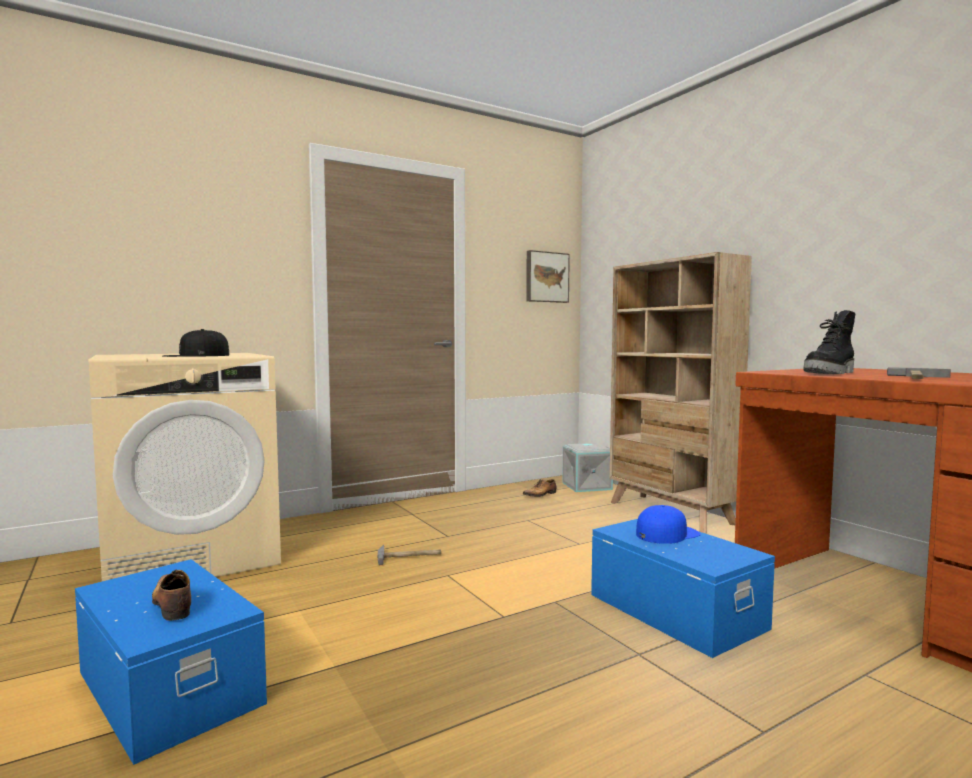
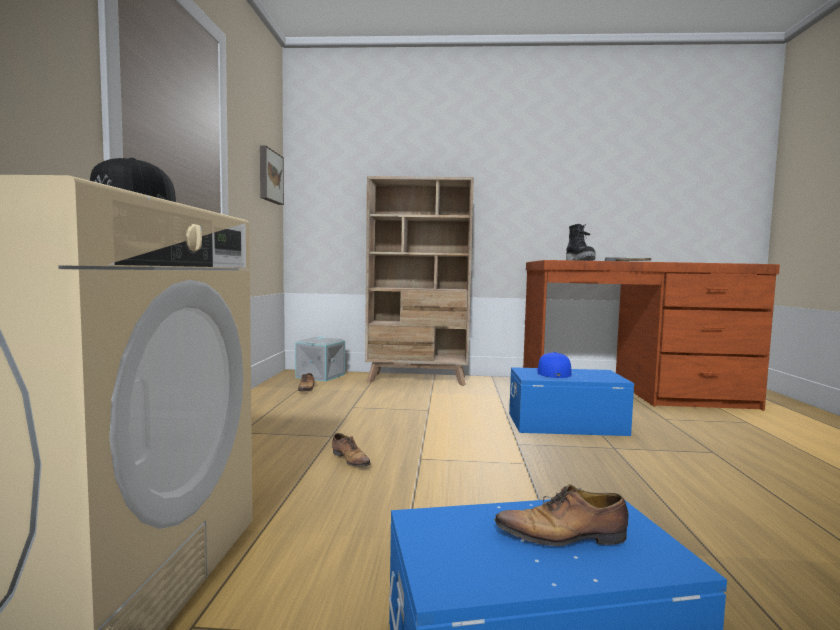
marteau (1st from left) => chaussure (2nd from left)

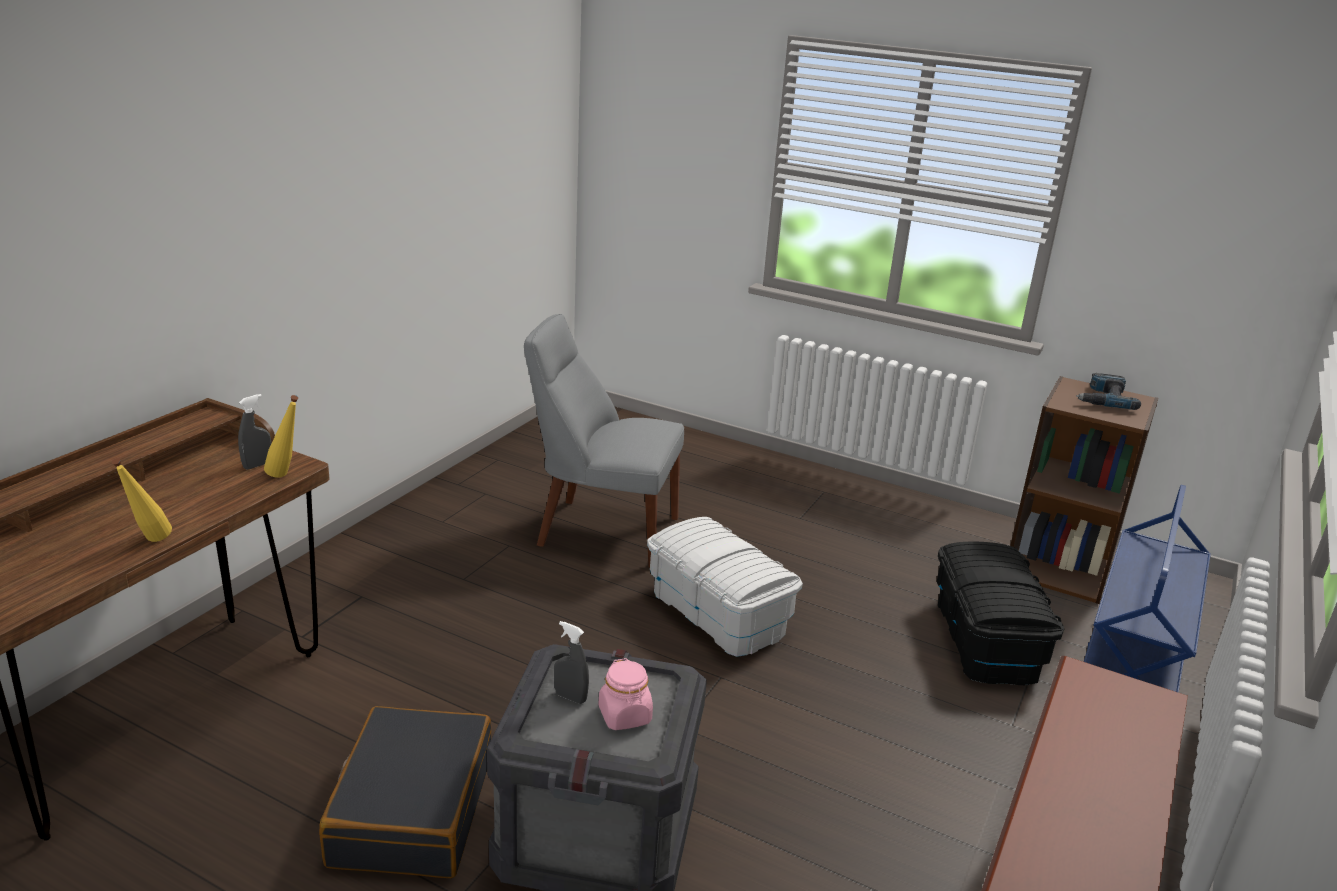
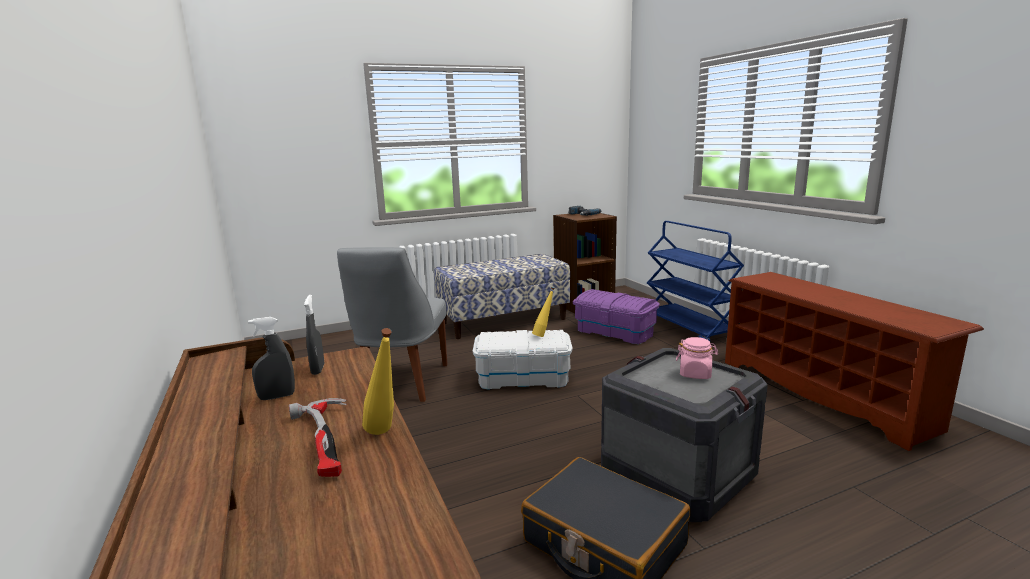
bouteille [jaune] (2nd from left), moved
chaise [gris], 45 degrees counterclockwise
vaporisateur [gris] (2nd from left in the first image) => vaporisateur [gris] (1st from left), moved
boîte de rangement [noir] => boîte de rangement [violet]
nothing => marteau
nothing => banc

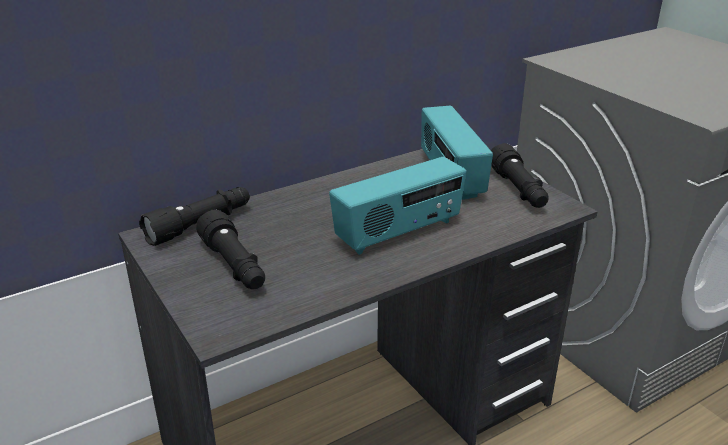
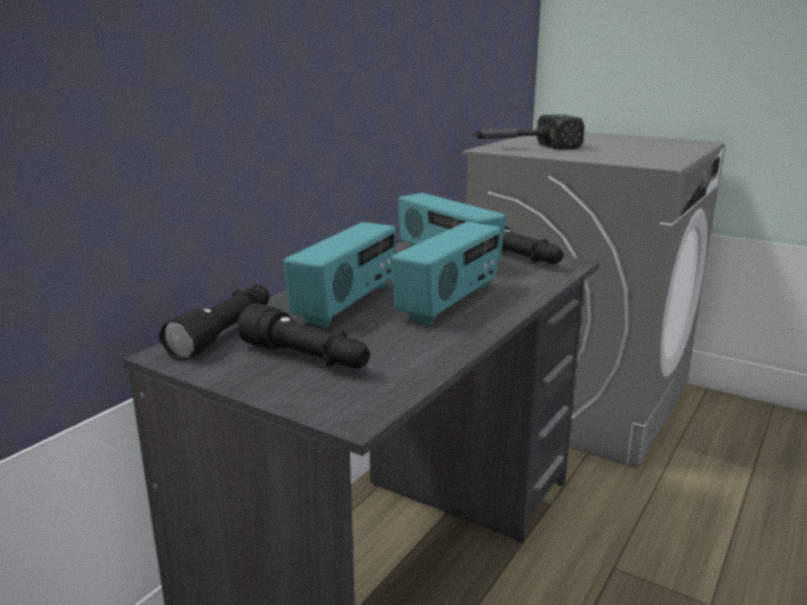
nothing => radio (1st from left)
nothing => marteau

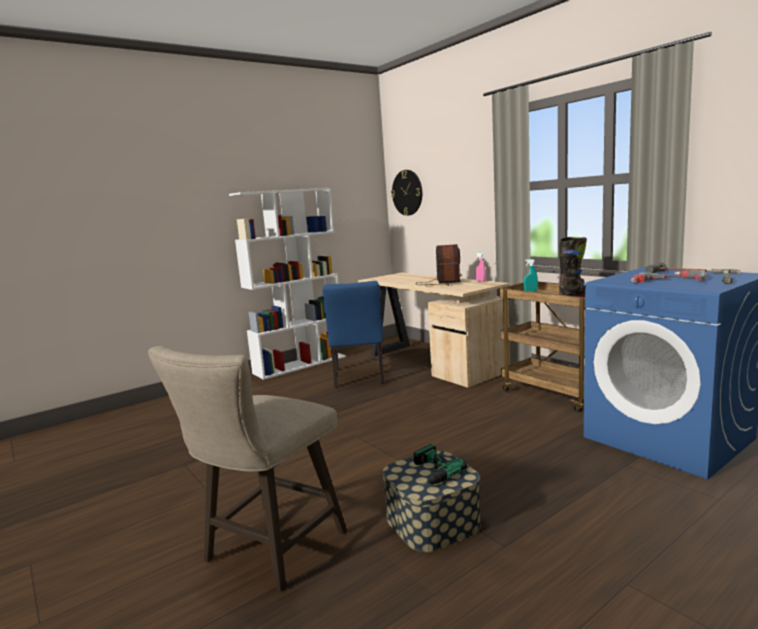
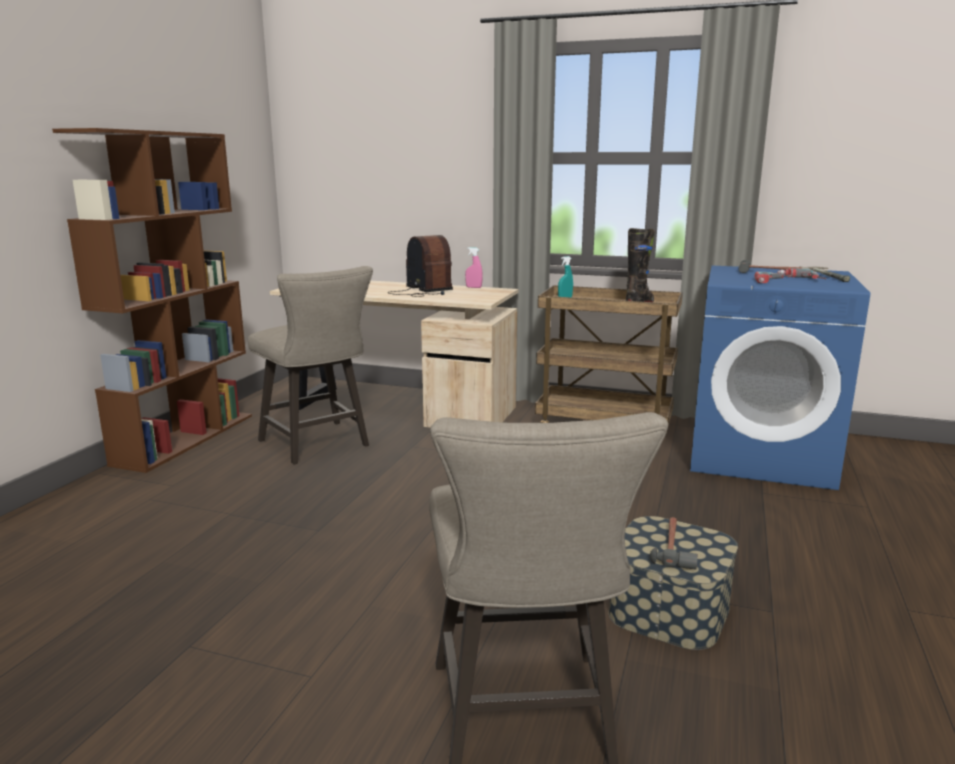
bibliothèque [blanc] => bibliothèque [marron]
chaise [bleu] => tabouret [beige] (1st from left)
horloge murale => nothing
perceuse (1st from left) => marteau (1st from left)

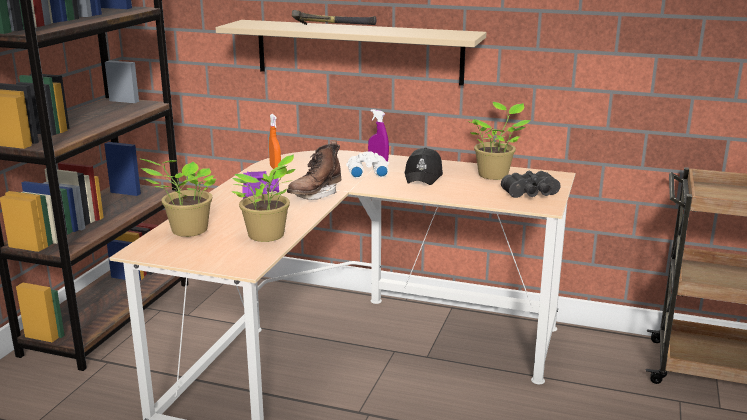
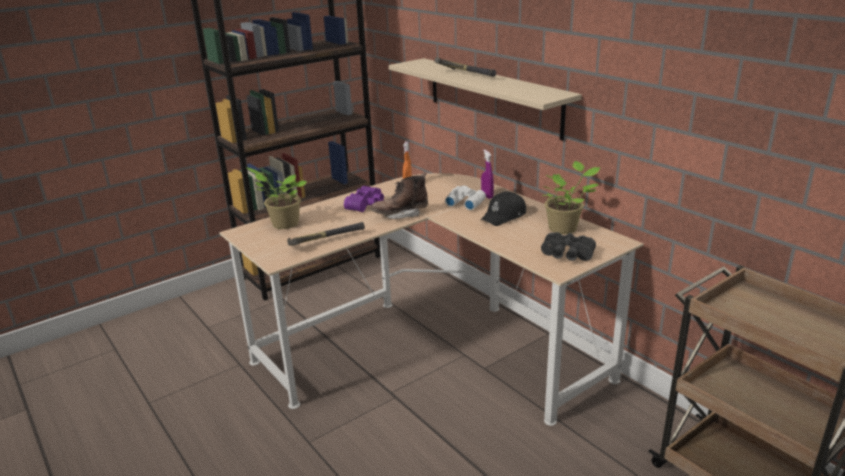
plante en pot (2nd from left) => marteau (1st from left)

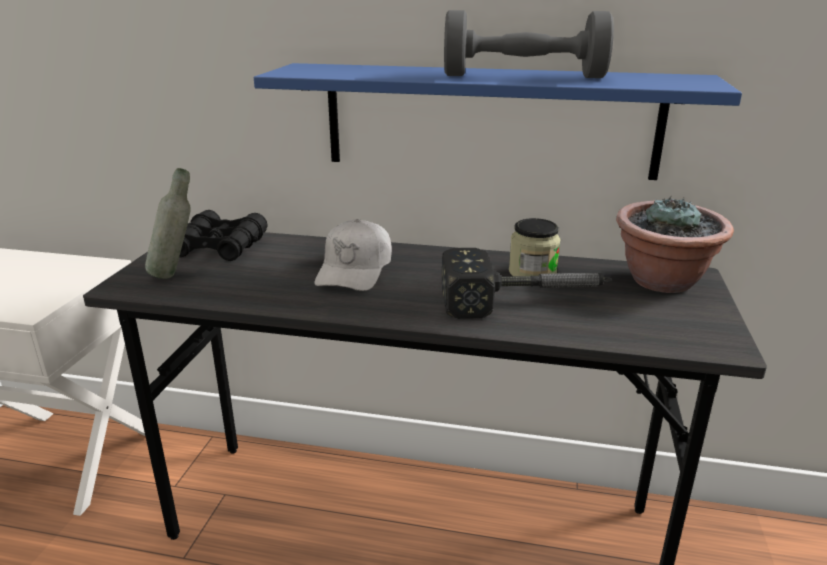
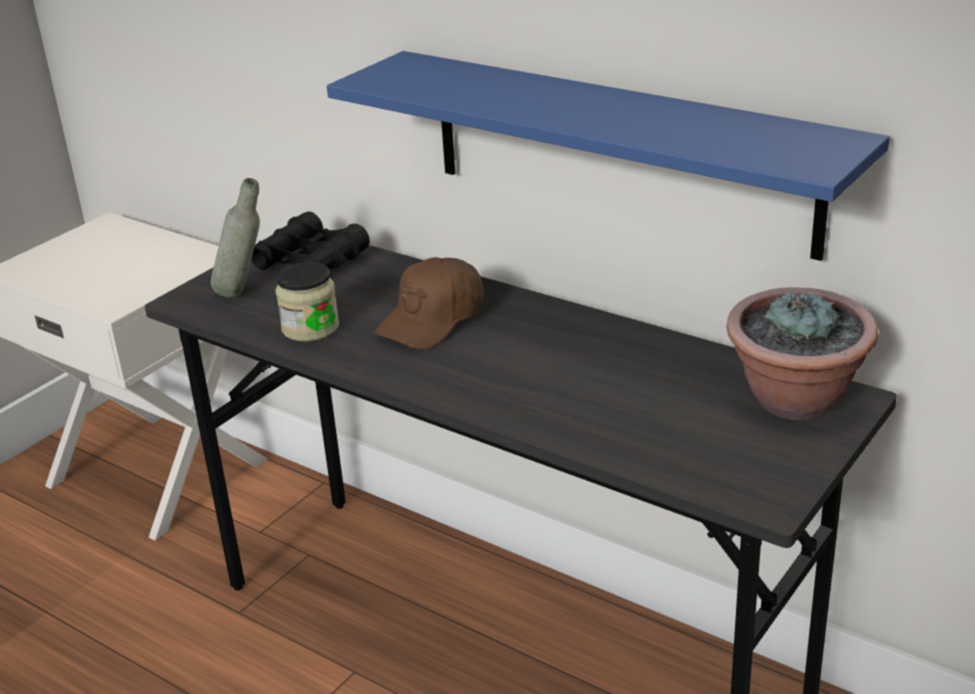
casquette [blanc] => casquette [marron]
marteau => nothing
haltère [gris] => nothing
bocal, moved

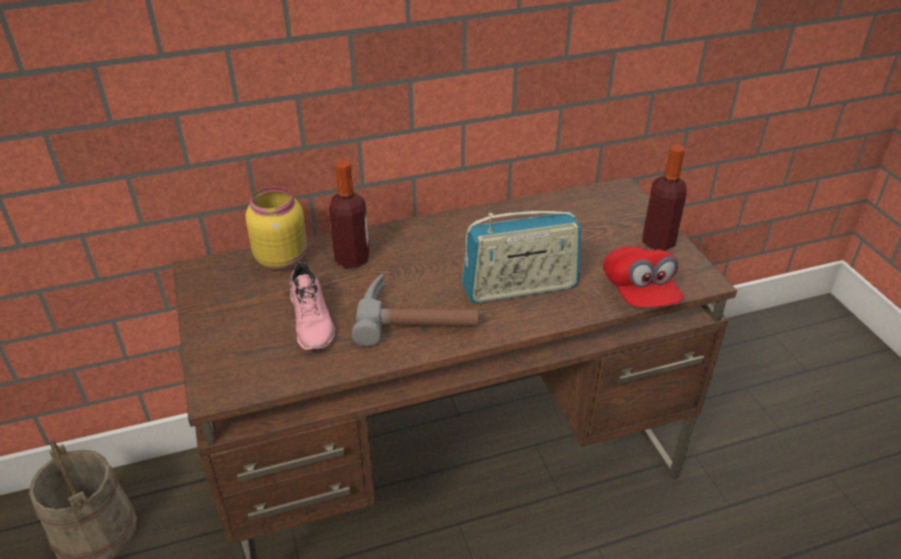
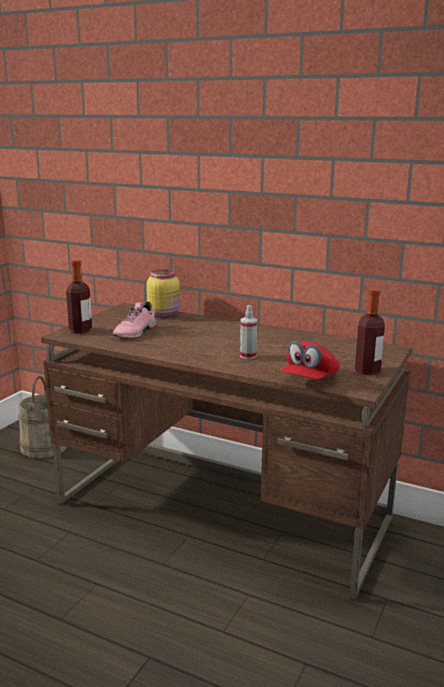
bouteille (1st from left), moved
marteau => nothing
radio => vaporisateur

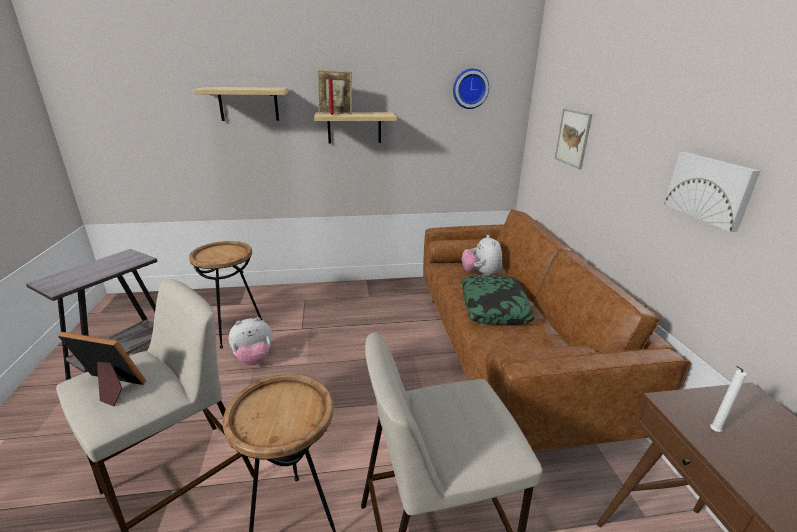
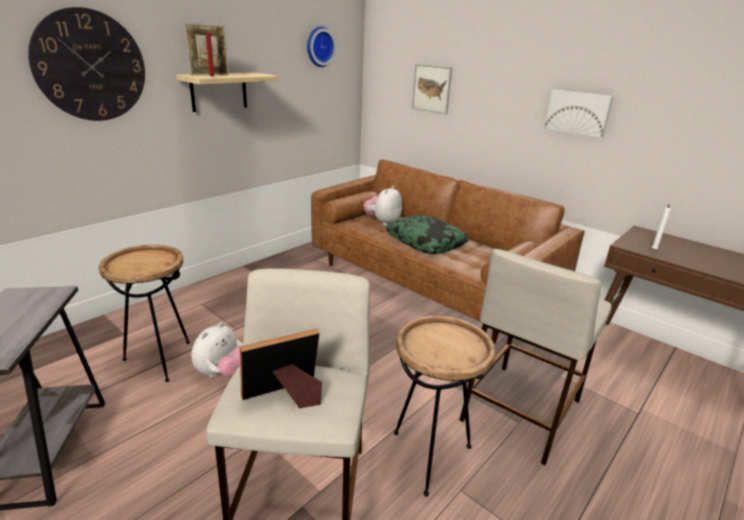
étagère (1st from left) => horloge murale (1st from left)
peluche (2nd from left), 75 degrees clockwise

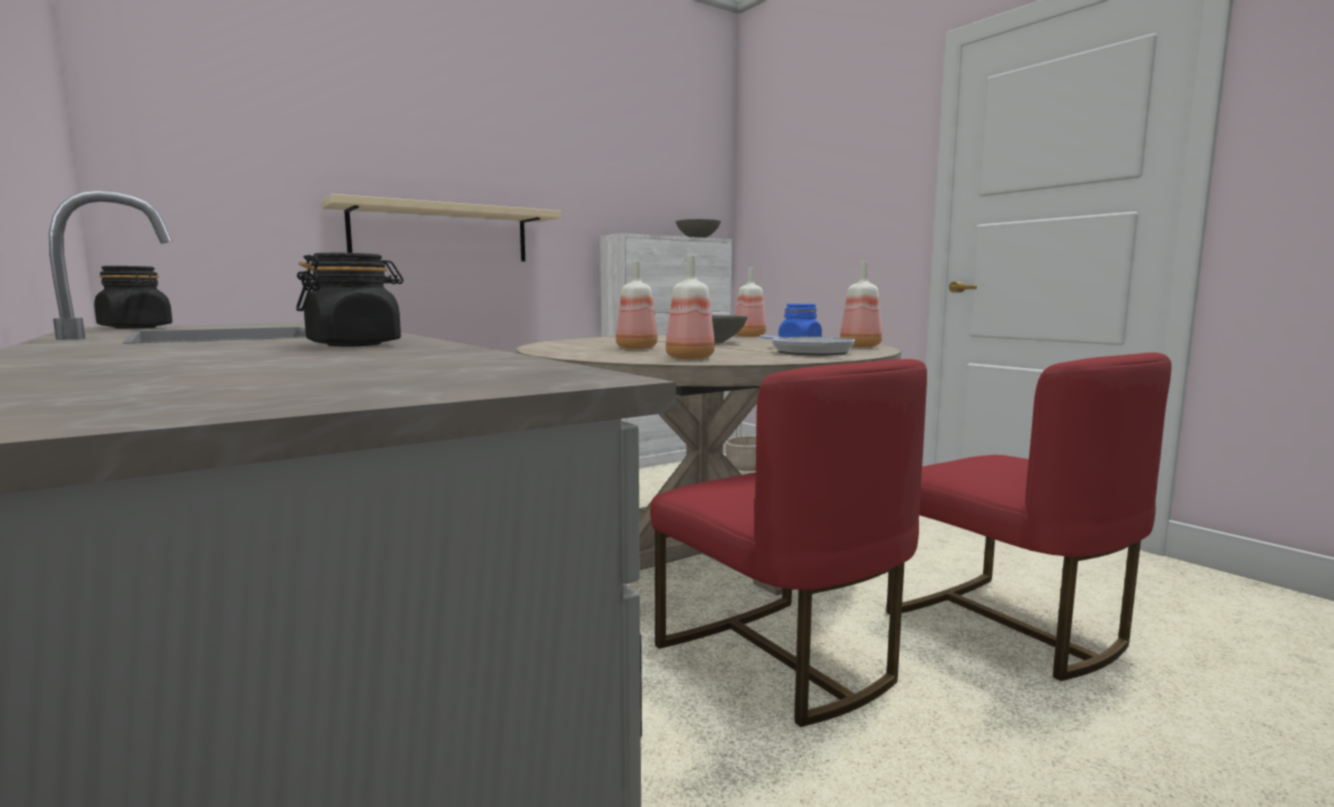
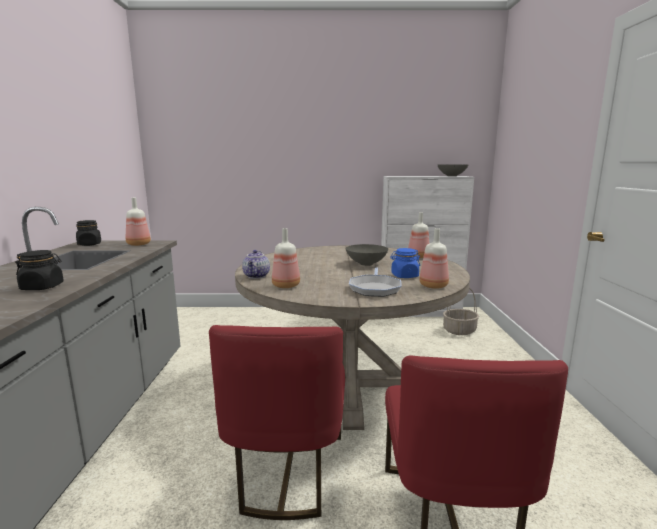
étagère [beige] => nothing
bouteille (1st from left), moved
nothing => théière

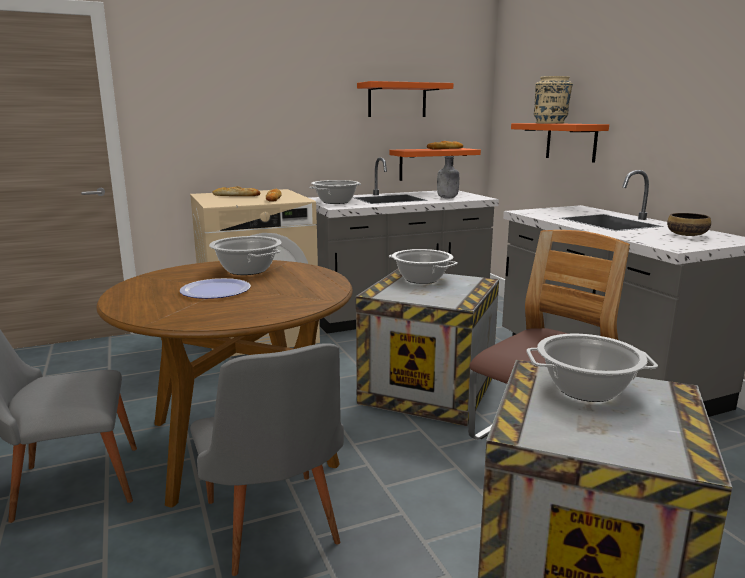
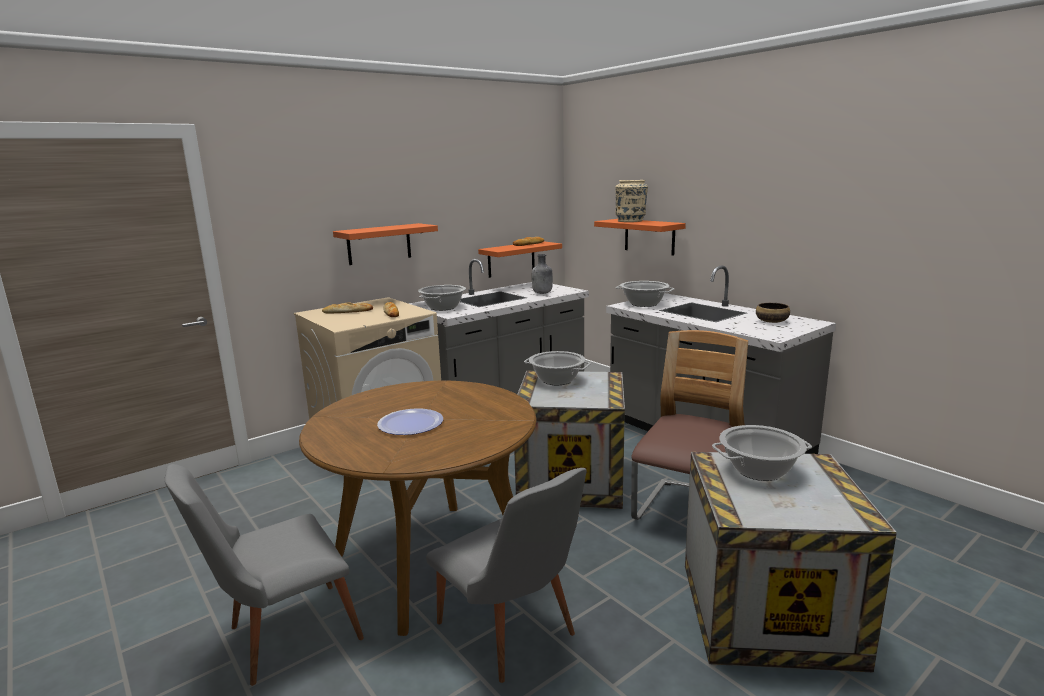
marmite (1st from left in the first image) => marmite (3rd from left), moved
étagère [orange] (1st from left), moved

